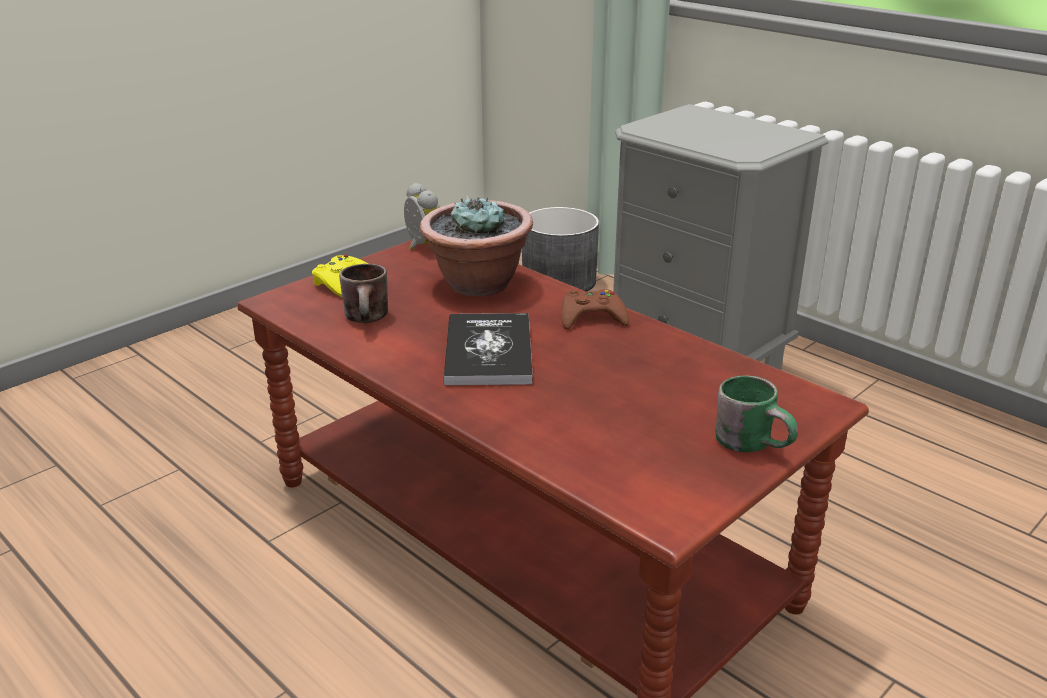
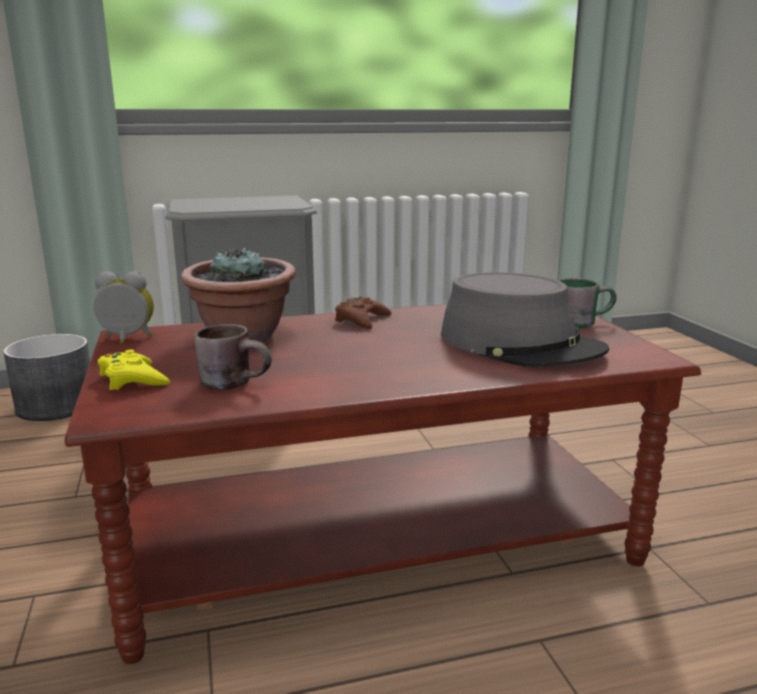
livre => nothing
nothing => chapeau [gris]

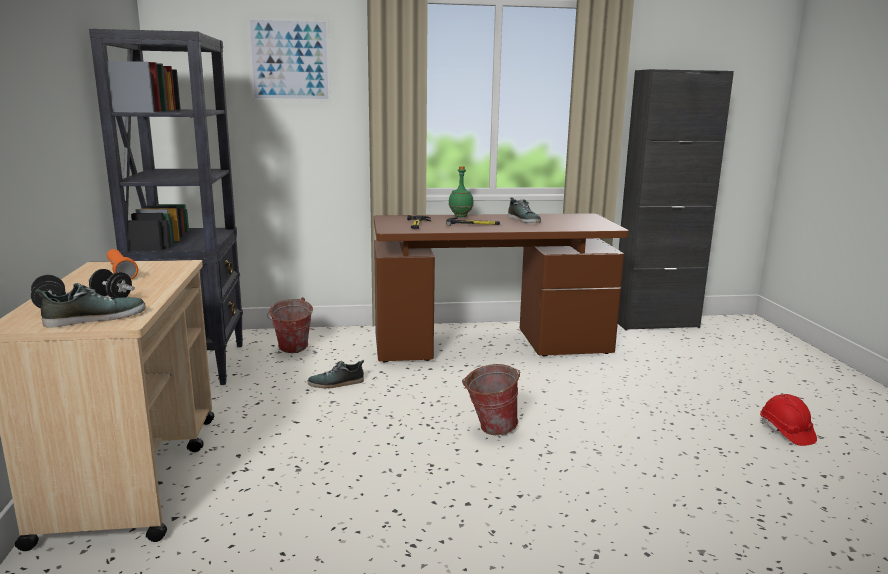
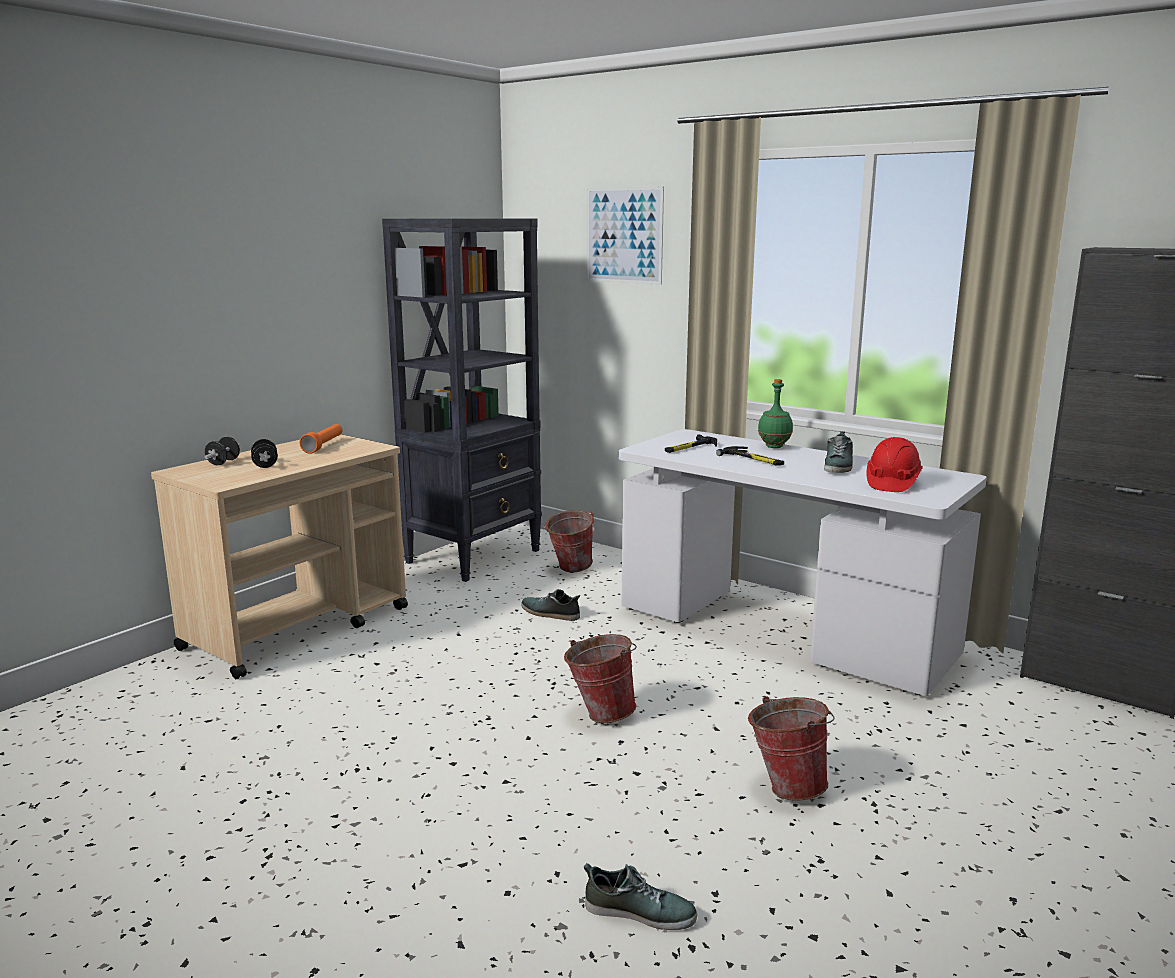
chaussure (1st from left in the first image) => chaussure (2nd from left), moved
bureau [marron] => bureau [blanc]
casque de chantier [rouge], moved
nothing => seau (3rd from left)

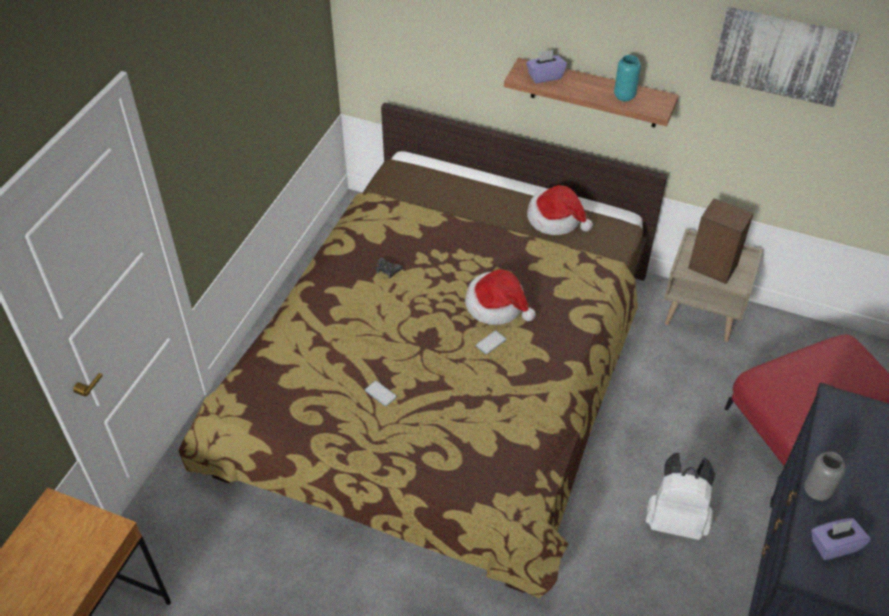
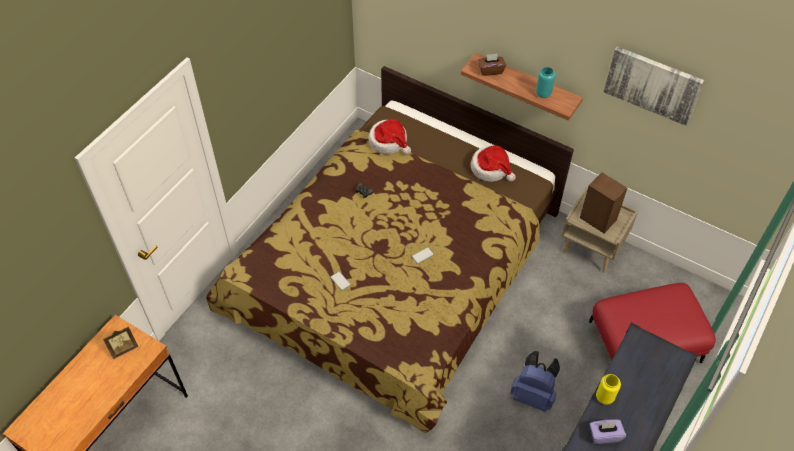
chapeau (1st from left), moved
boîte à mouchoirs [violet] (1st from left) => boîte à mouchoirs [marron]
sac à dos [blanc] => sac à dos [bleu]
vase [gris] => vase [jaune]
nothing => cadre photo

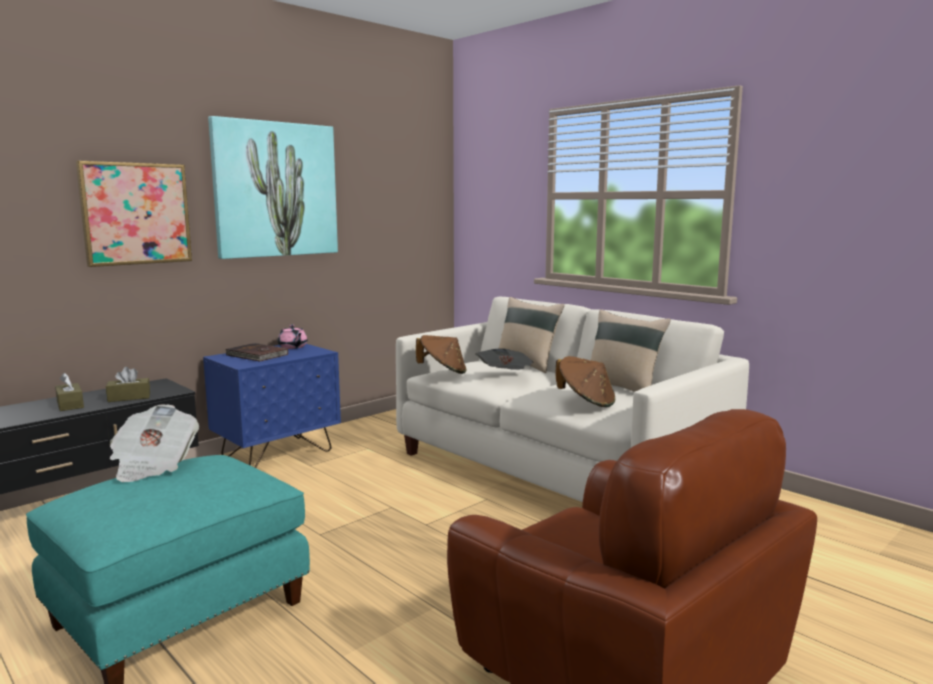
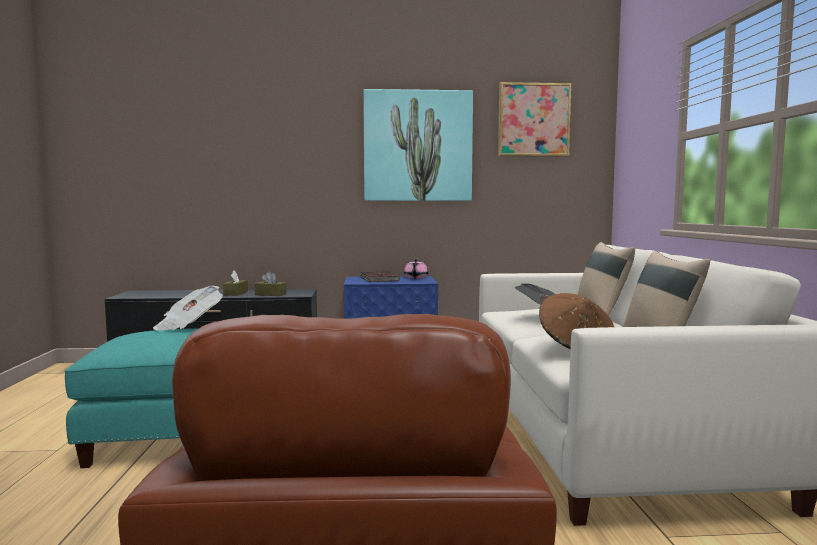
tableau (1st from left in the first image) => tableau (2nd from left), moved
chapeau [marron] (1st from left) => nothing

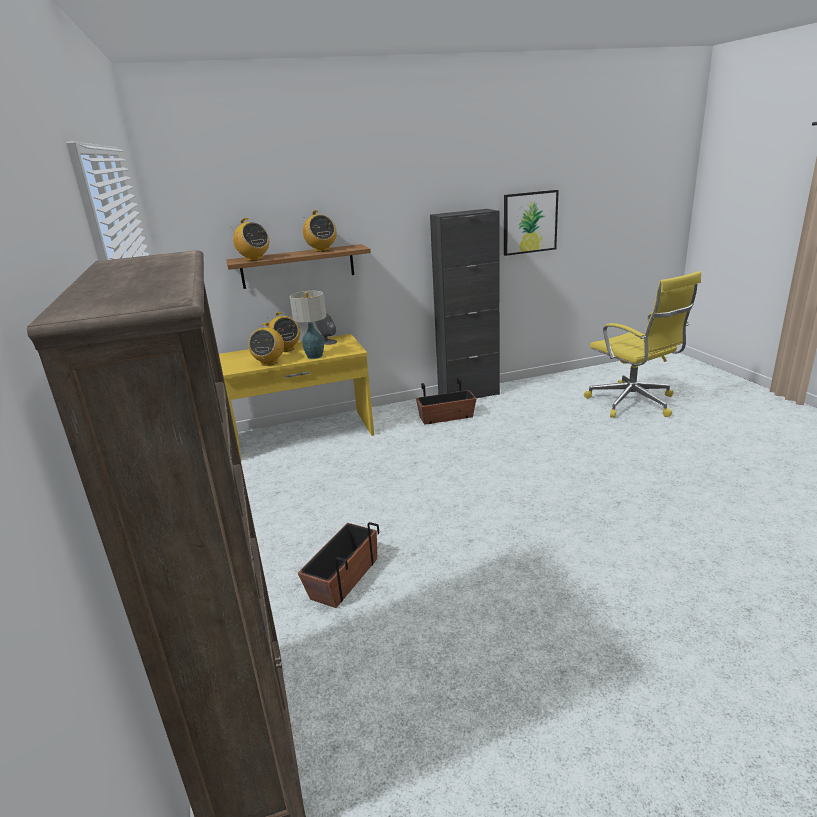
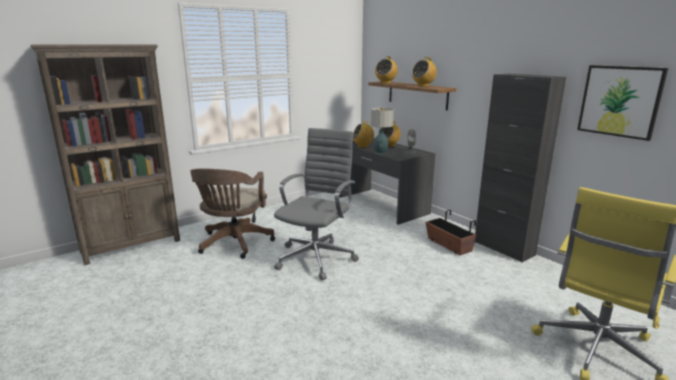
bureau [jaune] => bureau [gris]
cache-pot (1st from left) => chaise de bureau [marron]
nothing => chaise de bureau [gris]

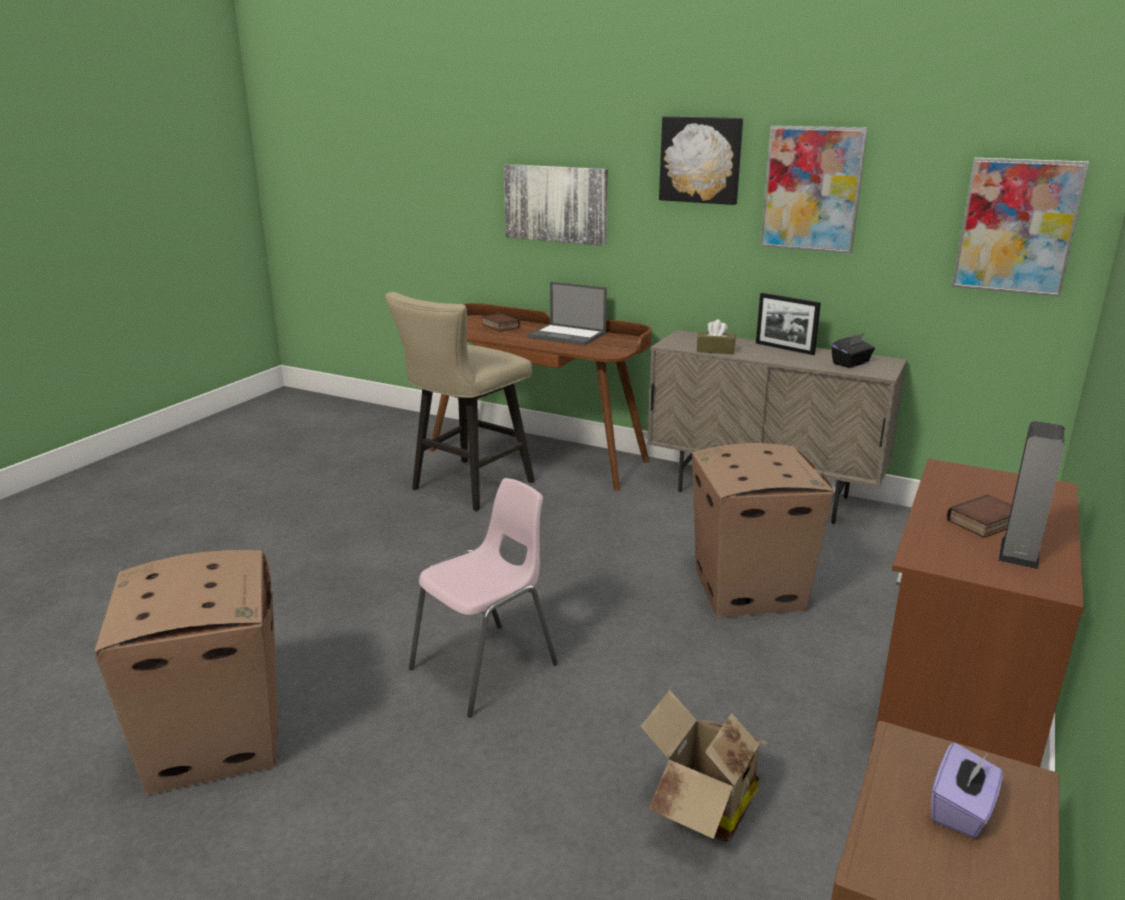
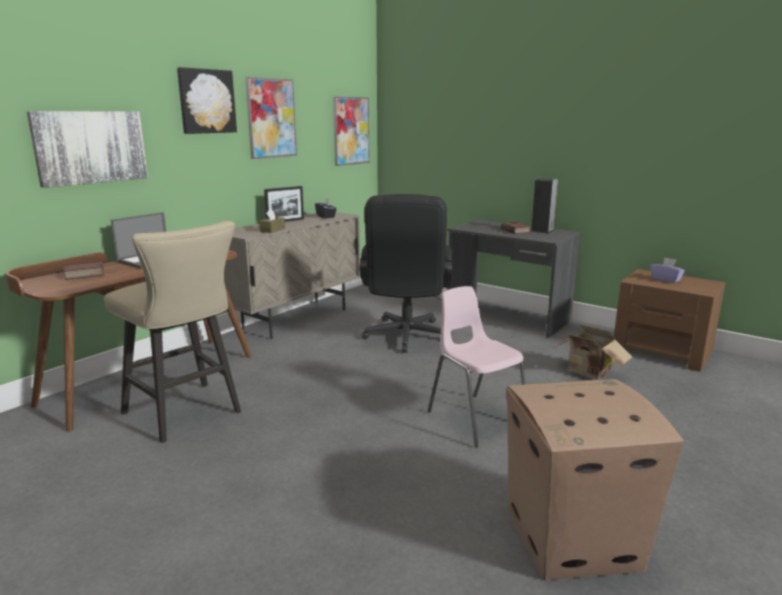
carton (3rd from left) => chaise de bureau [noir]
bureau [marron] (2nd from left) => bureau [gris]

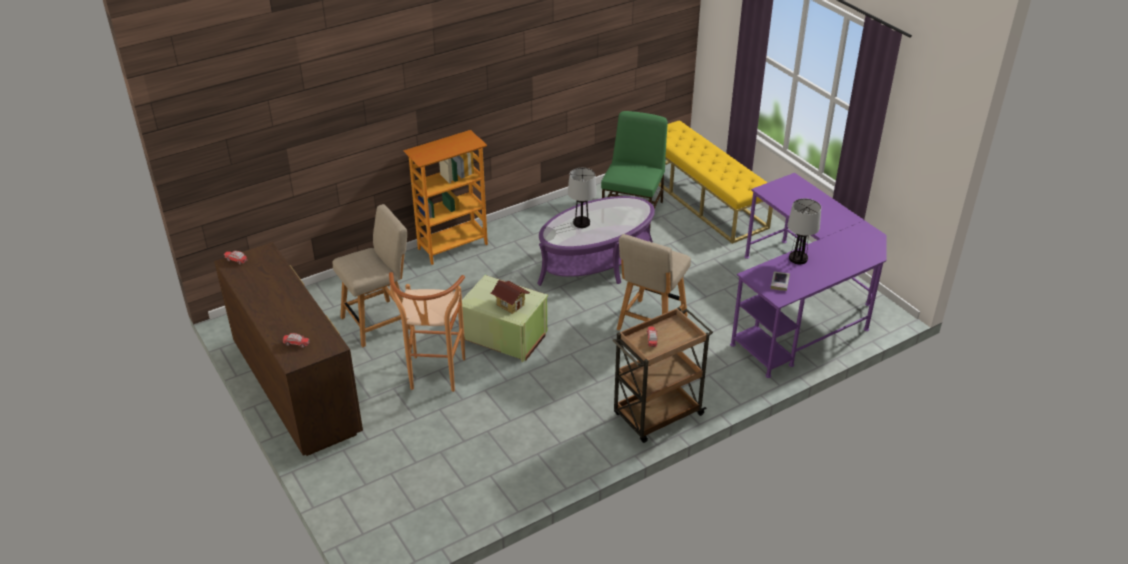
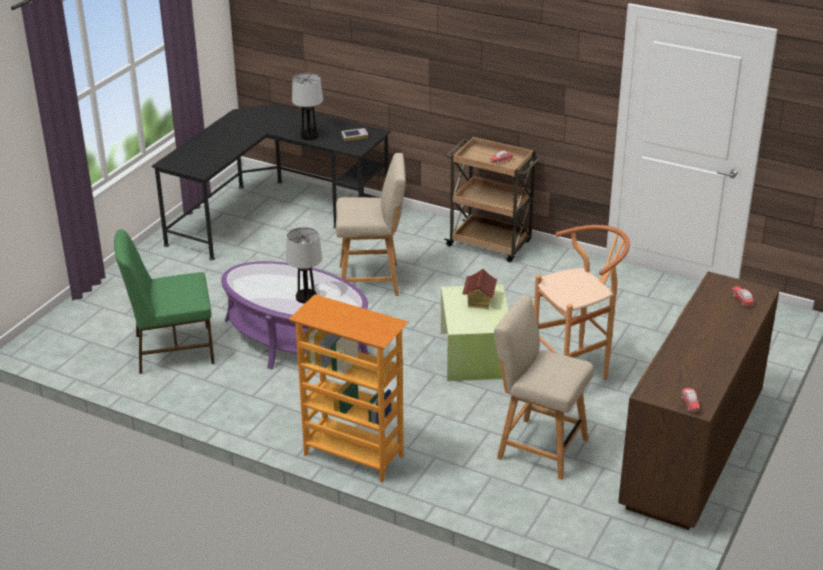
banc [jaune] => nothing
bureau [violet] => bureau [noir]

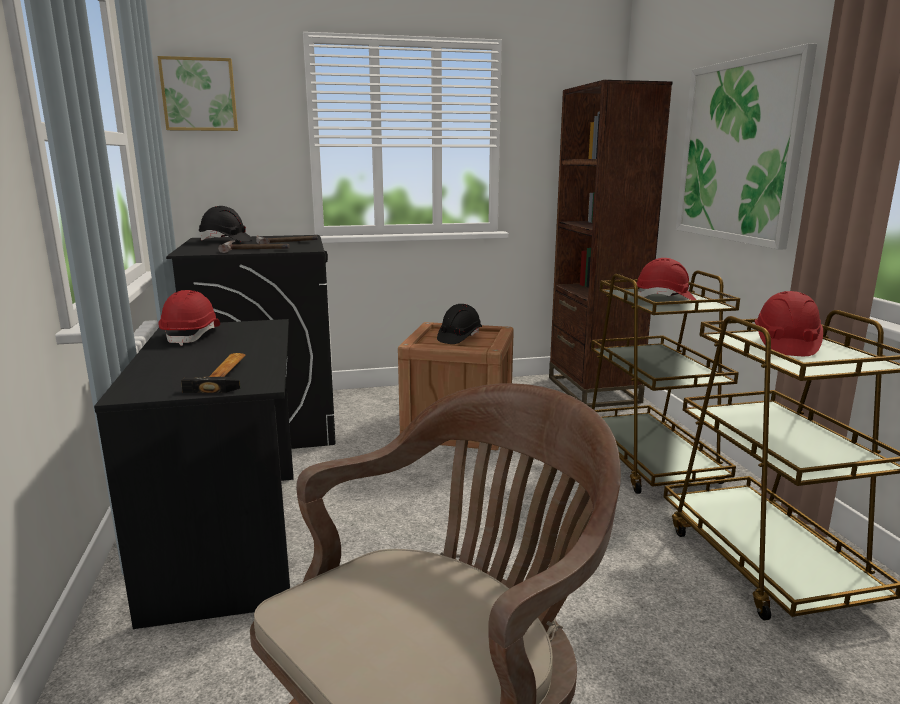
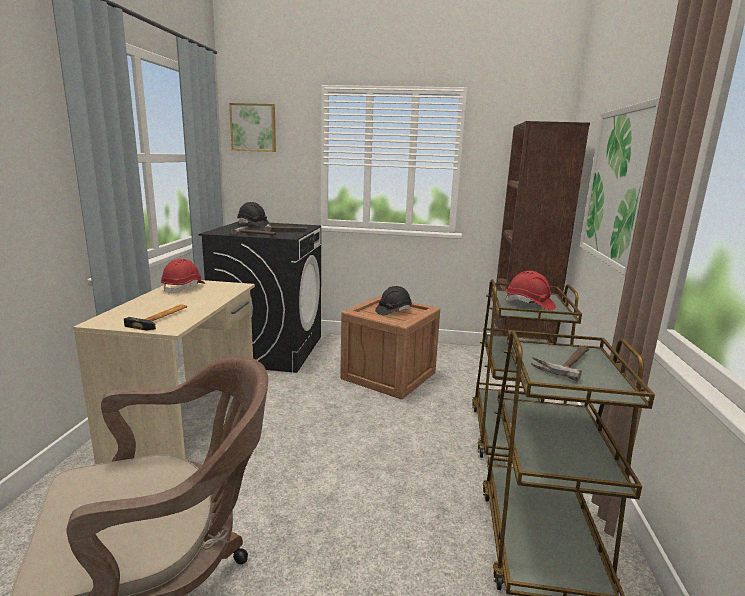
bureau [noir] => bureau [beige]
casque de chantier [rouge] (3rd from left) => marteau (4th from left)

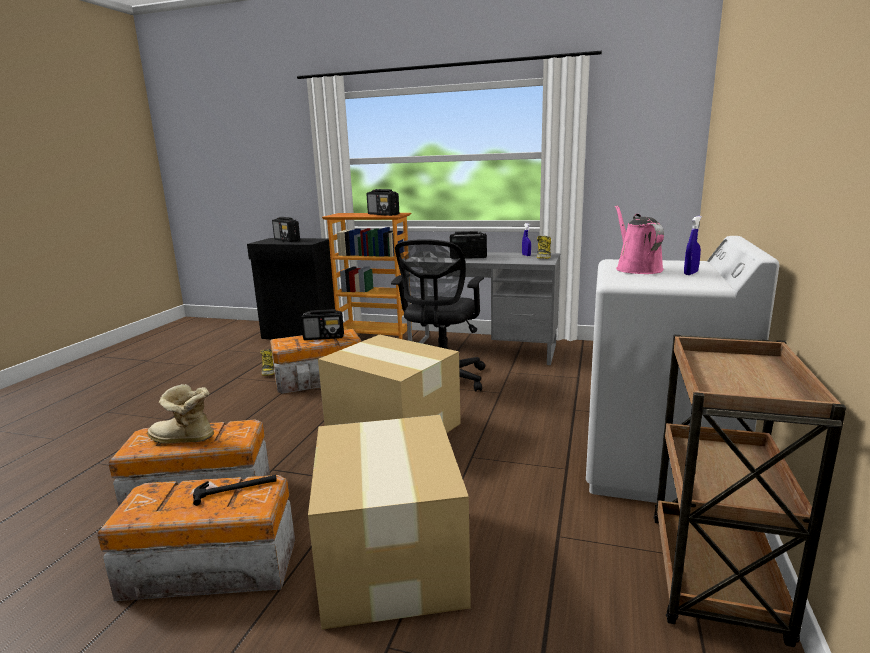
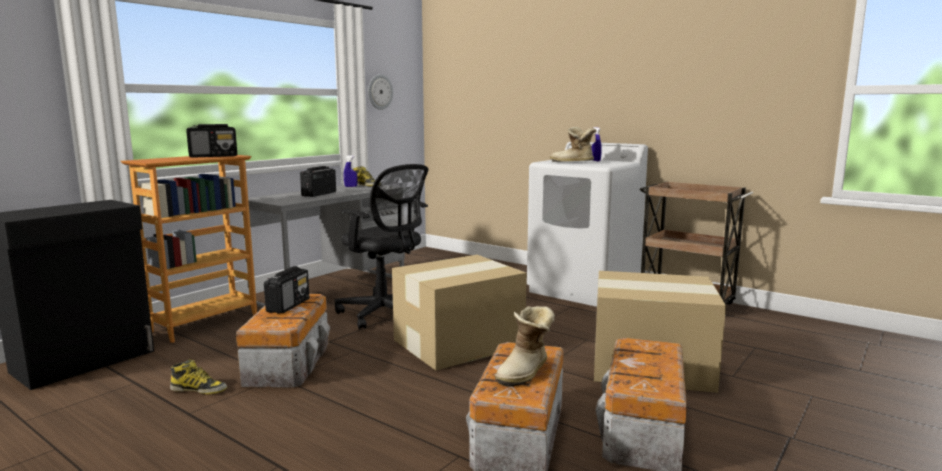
marteau => nothing
radio (1st from left) => nothing
arrosoir [rose] => botte (4th from left)
nothing => horloge murale

